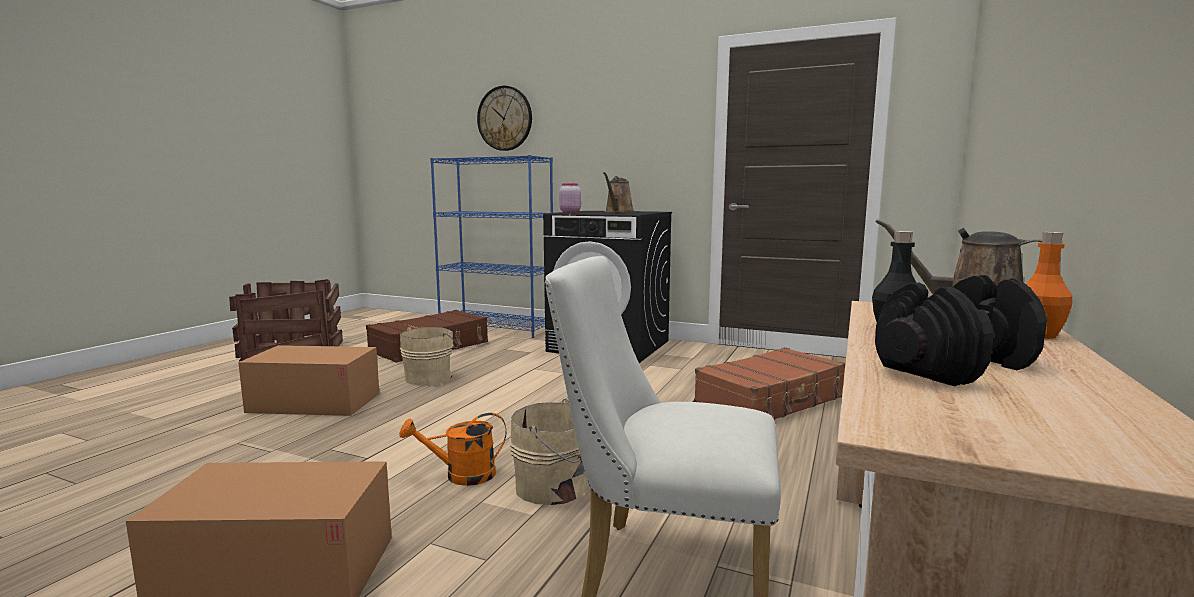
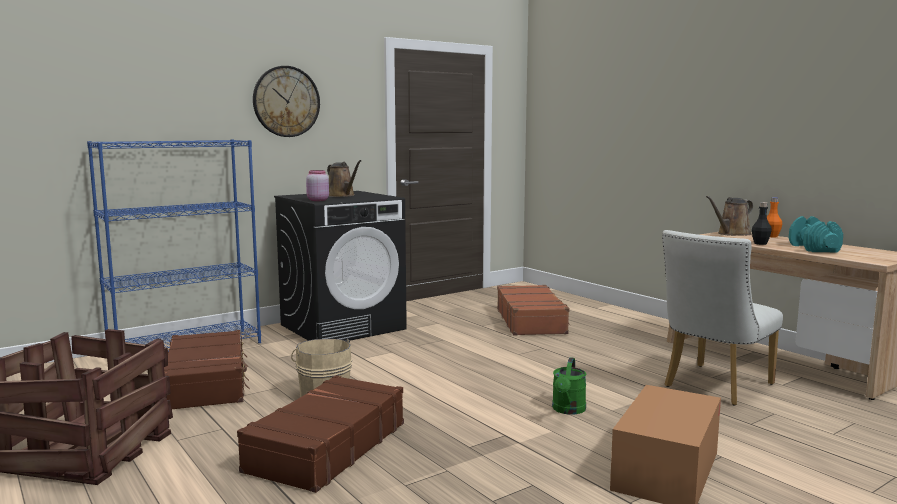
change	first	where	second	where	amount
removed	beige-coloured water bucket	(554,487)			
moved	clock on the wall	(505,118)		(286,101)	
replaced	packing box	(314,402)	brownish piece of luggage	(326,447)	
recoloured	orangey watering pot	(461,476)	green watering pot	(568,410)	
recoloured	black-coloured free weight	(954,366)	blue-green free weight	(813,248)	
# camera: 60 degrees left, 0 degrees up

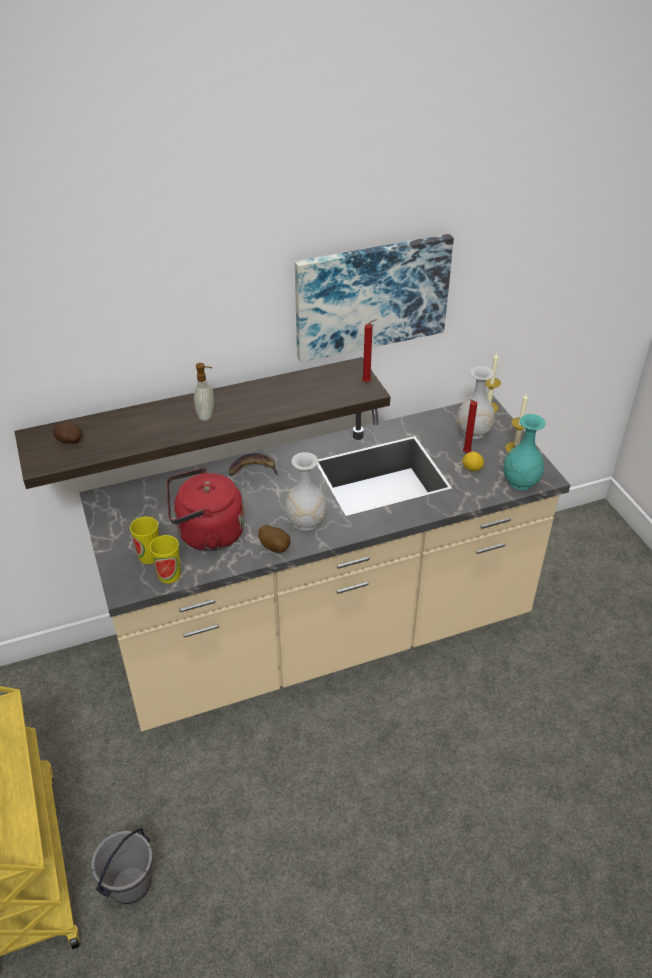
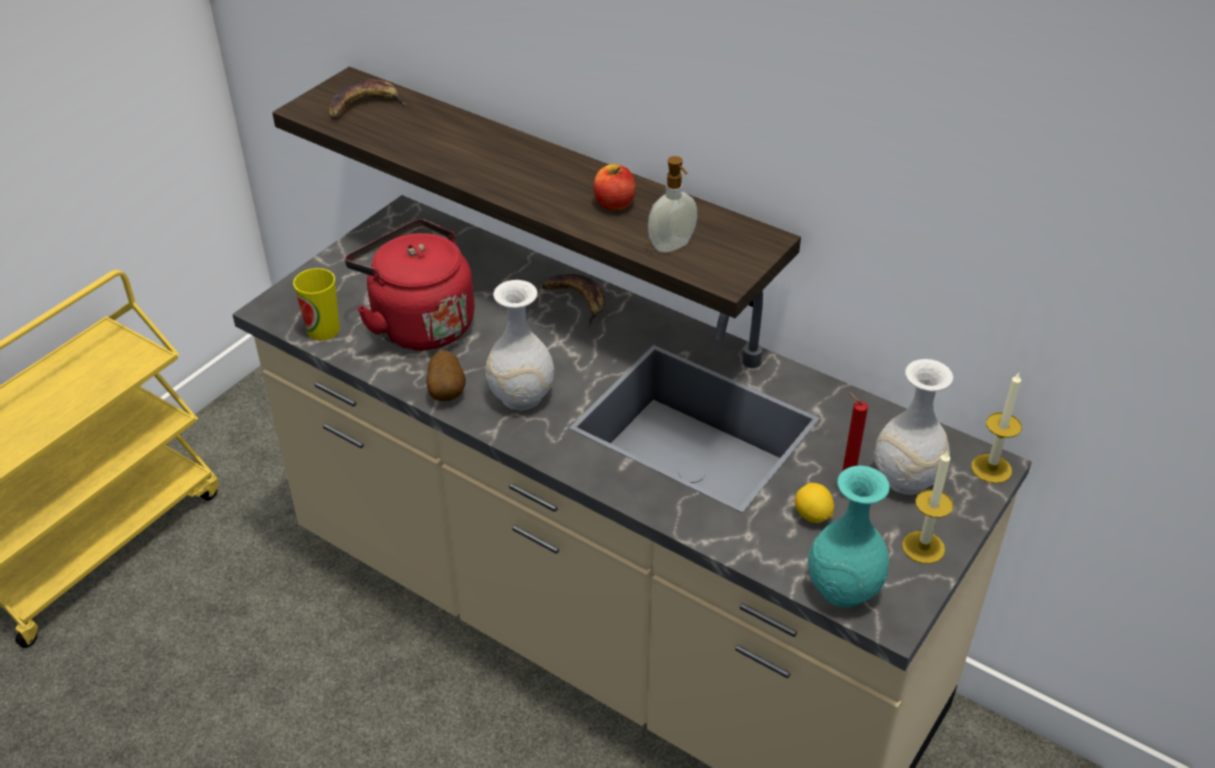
change	first	where	second	where	amount
removed	grey water bucket	(130,885)			
removed	drinking cup	(149,556)			
removed	wall picture	(371,296)			
removed	red wax light	(368,382)			
added			apple	(614,203)	
moved	soap dispenser	(206,415)		(672,246)	
replaced	spud	(69,441)	whole banana	(365,106)	
# camera: 55 degrees right, 0 degrees up

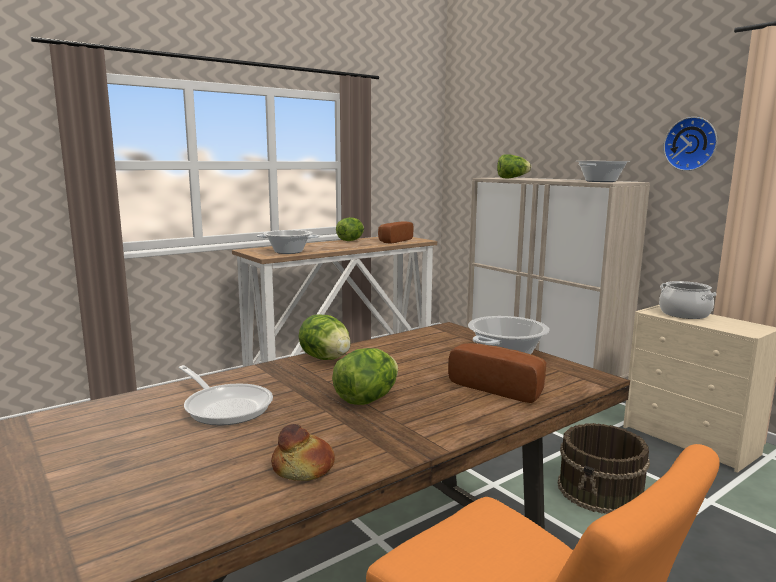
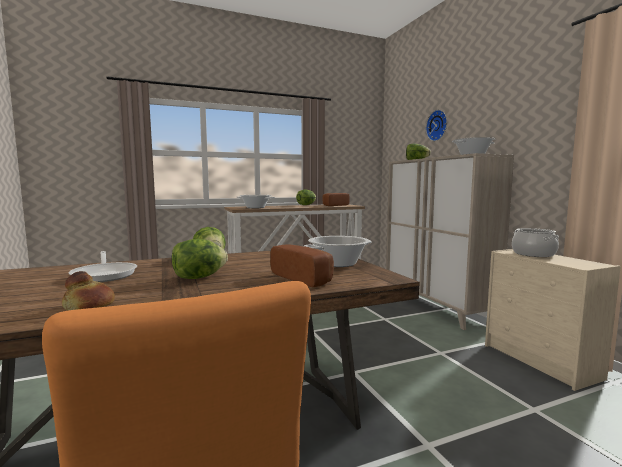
change	first	where	second	where	amount
removed	brownish water bucket	(601,490)			
moved	clock on the wall	(691,144)		(438,125)	
# camera: 15 degrees right, 5 degrees down

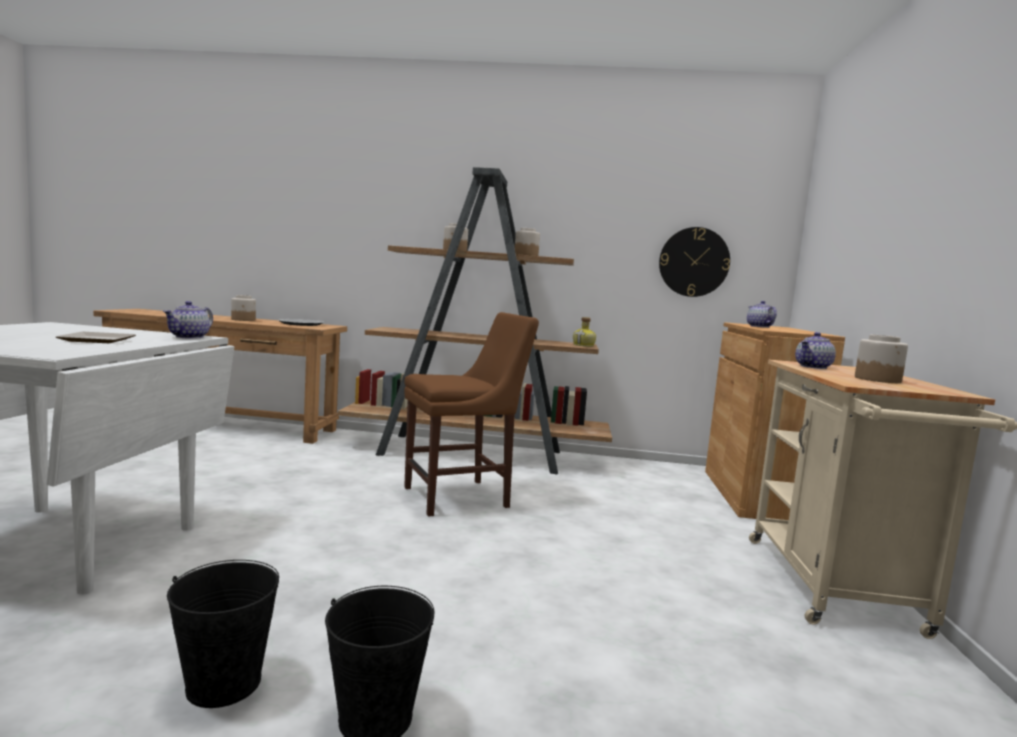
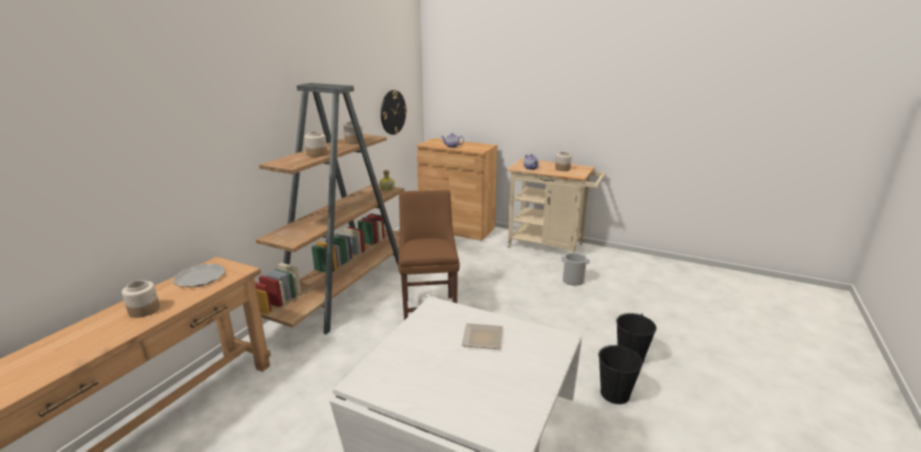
change	first	where	second	where	amount
removed	pot for tea	(189,337)			
added			water bucket	(573,280)	
# camera: 70 degrees left, 15 degrees up

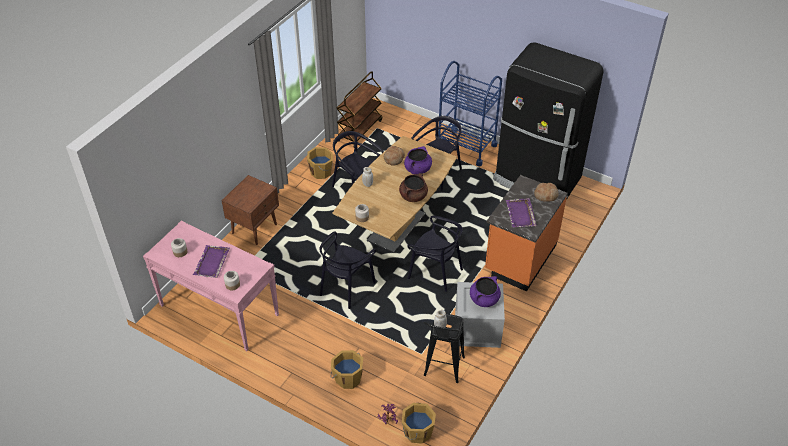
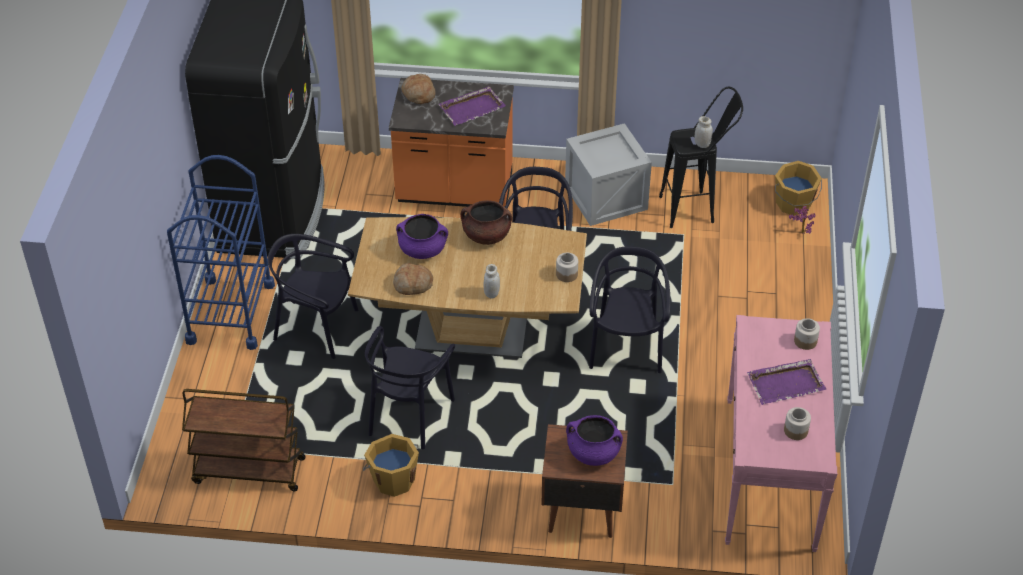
change	first	where	second	where	amount
removed	orangey water bucket	(347,378)			
moved	purple saucepot	(484,299)		(593,453)	
turned	black-coloured chair	(346,287)		(626,347)	90 degrees counterclockwise
# camera: 115 degrees left, 0 degrees up

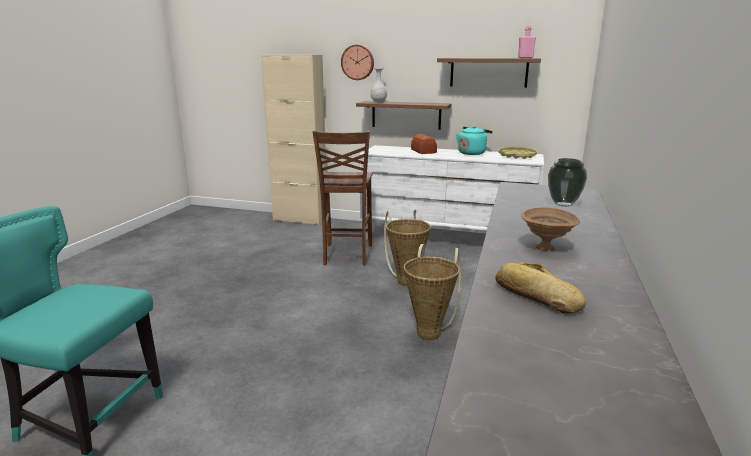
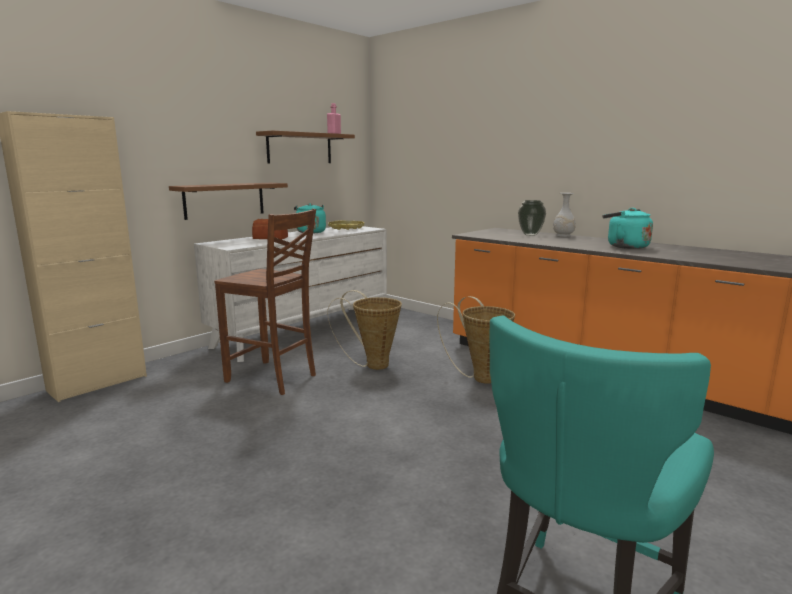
change	first	where	second	where	amount
removed	clock on the wall	(358,62)			
removed	bakery bread	(535,296)			
moved	whitish flower vase	(378,102)		(563,235)	
replaced	brownish serving bowl	(546,248)	blue-green kettle	(624,246)	
# camera: 65 degrees left, 5 degrees down

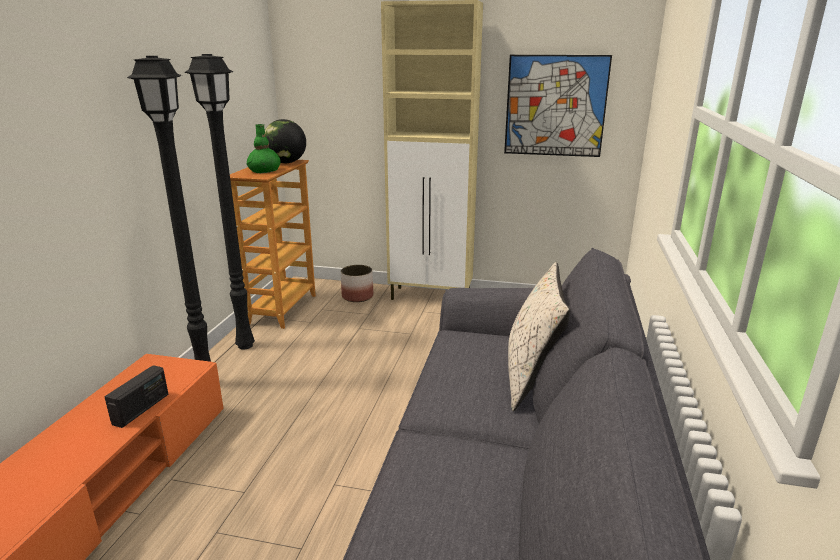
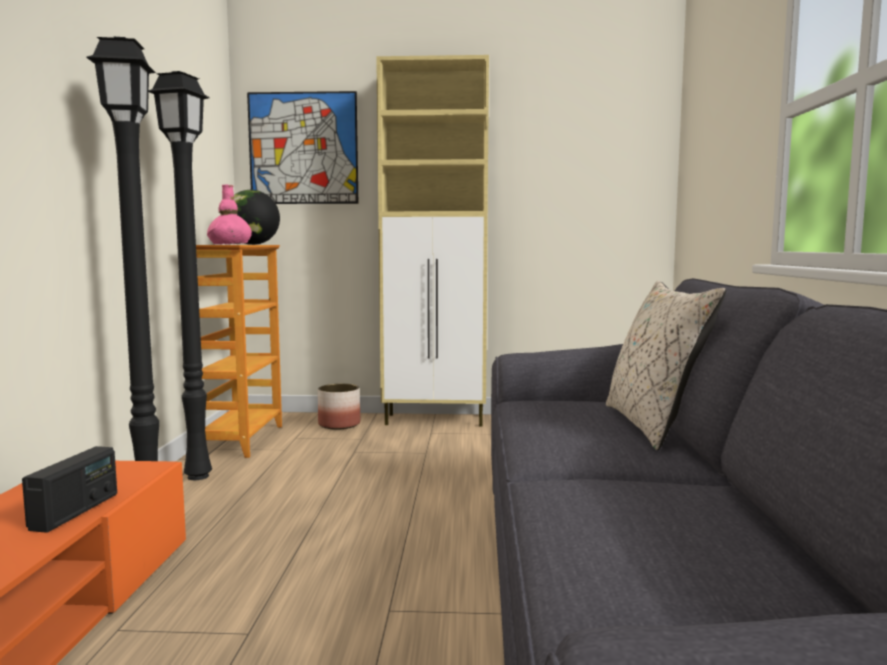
change	first	where	second	where	amount
moved	wall picture	(555,106)		(303,148)	
recoloured	green flower vase	(264,171)	pinkish flower vase	(230,244)	
# camera: 10 degrees left, 15 degrees down

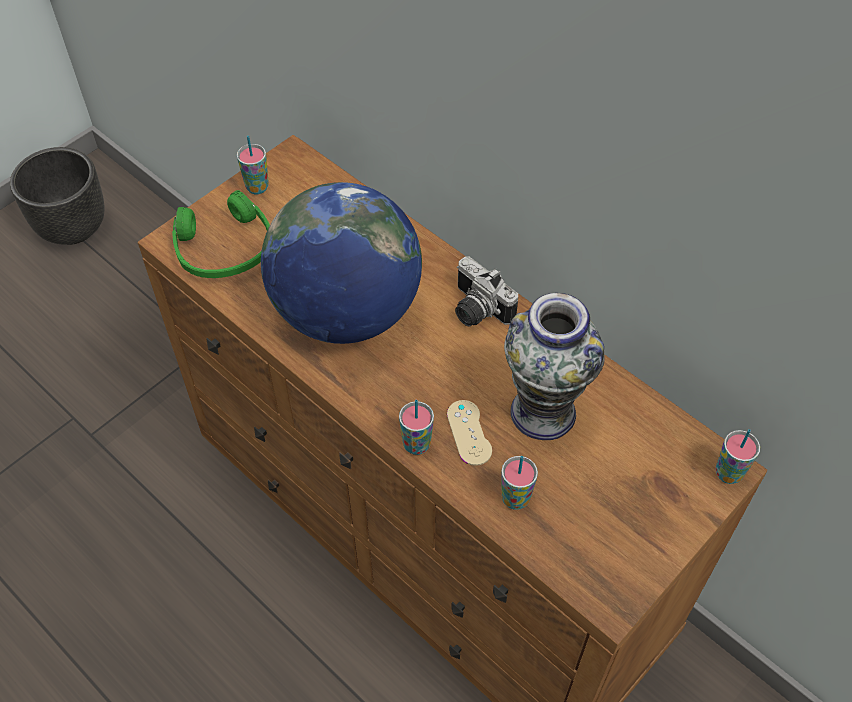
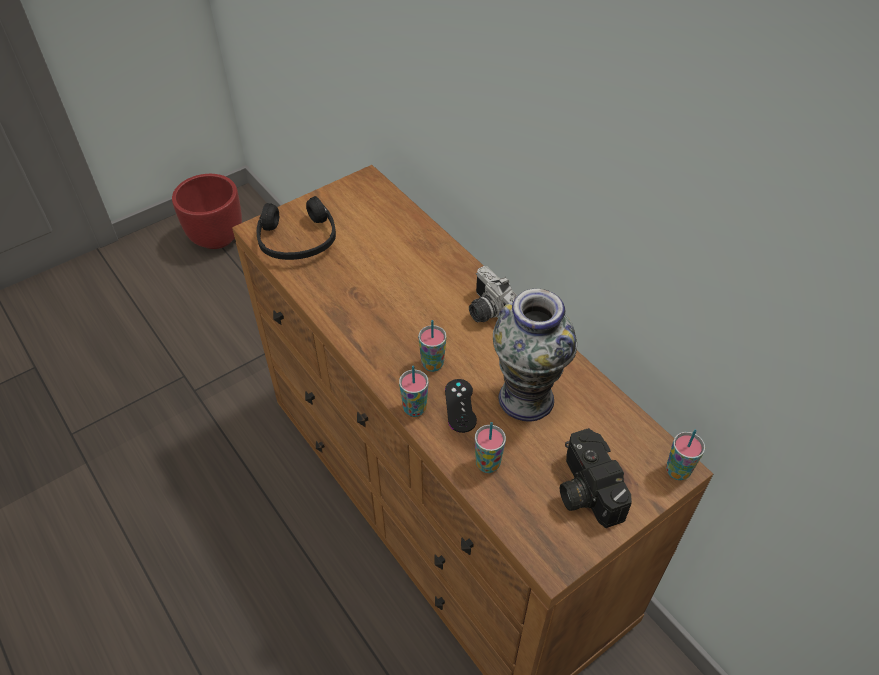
change	first	where	second	where	amount
removed	globe	(346,312)			
added			photo camera	(584,490)	
moved	drinking cup	(257,187)		(432,364)	
recoloured	black-coloured planter	(72,227)	red planter	(216,237)	
recoloured	green headphones	(224,248)	black-coloured headphones	(297,239)	
recoloured	beige-coloured gamepad	(469,432)	black-coloured gamepad	(460,405)	
# camera: 10 degrees right, 5 degrees down

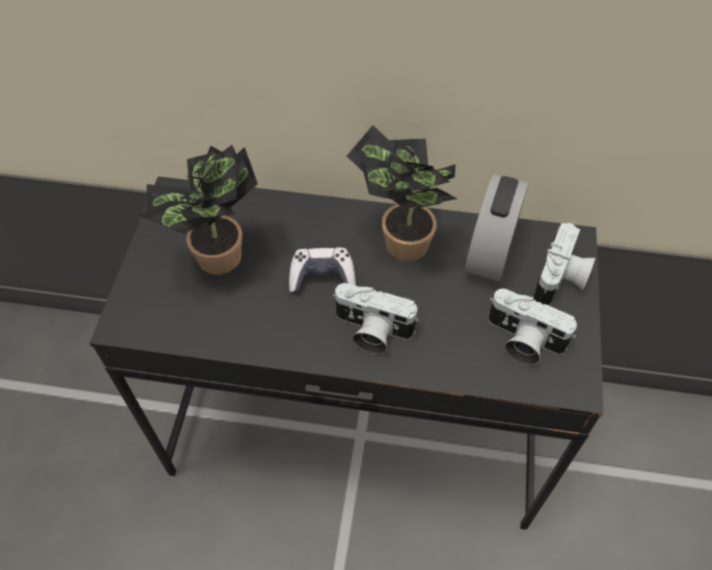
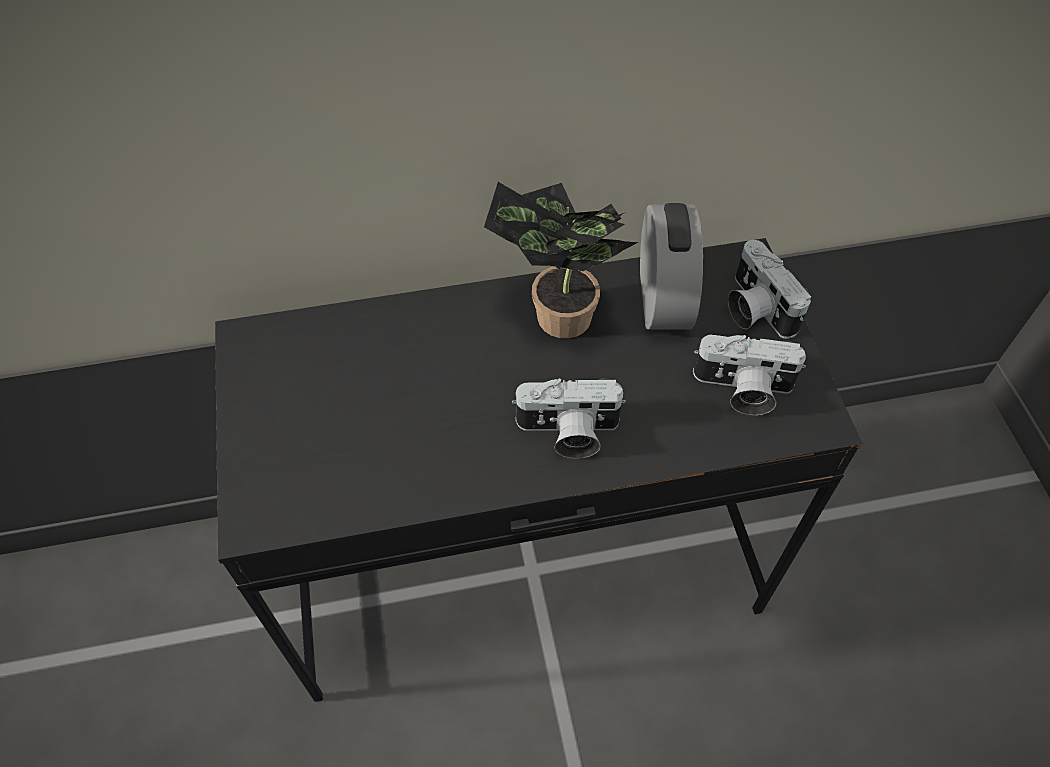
change	first	where	second	where	amount
removed	houseplant	(217,262)			
removed	gamepad	(322,277)			
turned	photo camera	(561,280)		(754,308)	150 degrees clockwise
# camera: 20 degrees left, 0 degrees up

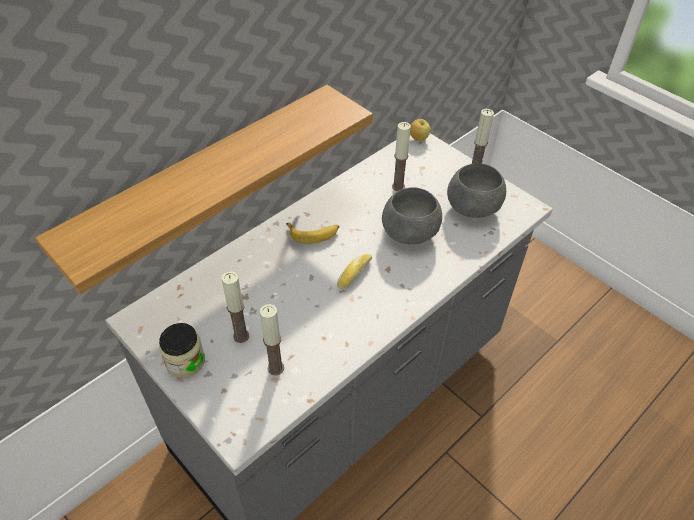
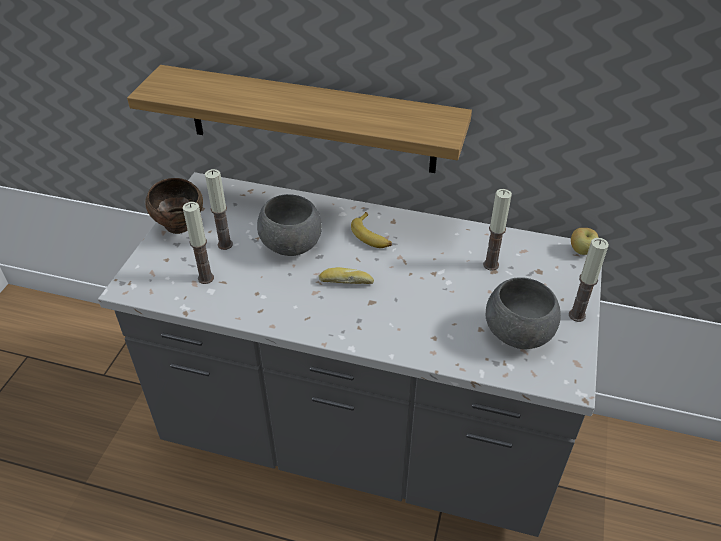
change	first	where	second	where	amount
moved	grey serving bowl	(410,235)		(290,247)	
replaced	preserve jar	(185,361)	brownish serving bowl	(181,227)	
# camera: 60 degrees right, 5 degrees down

